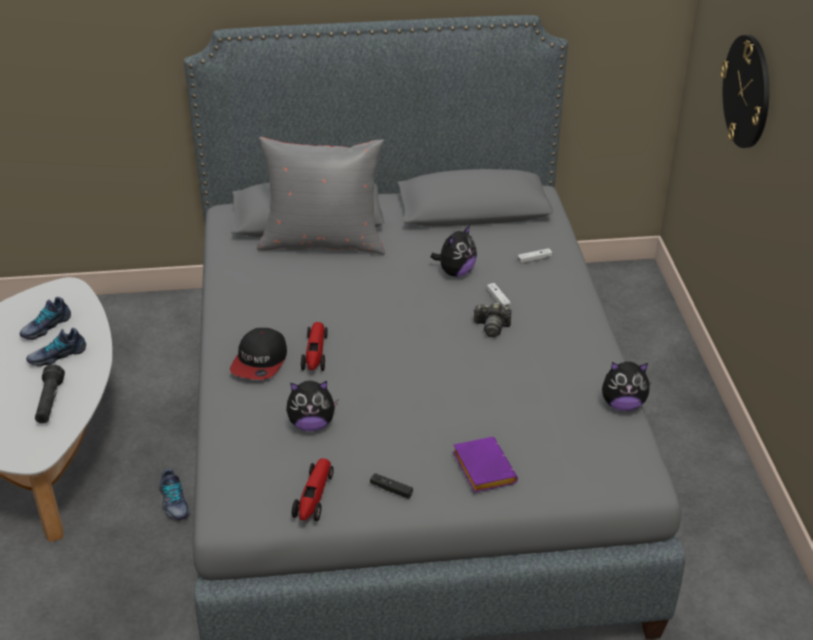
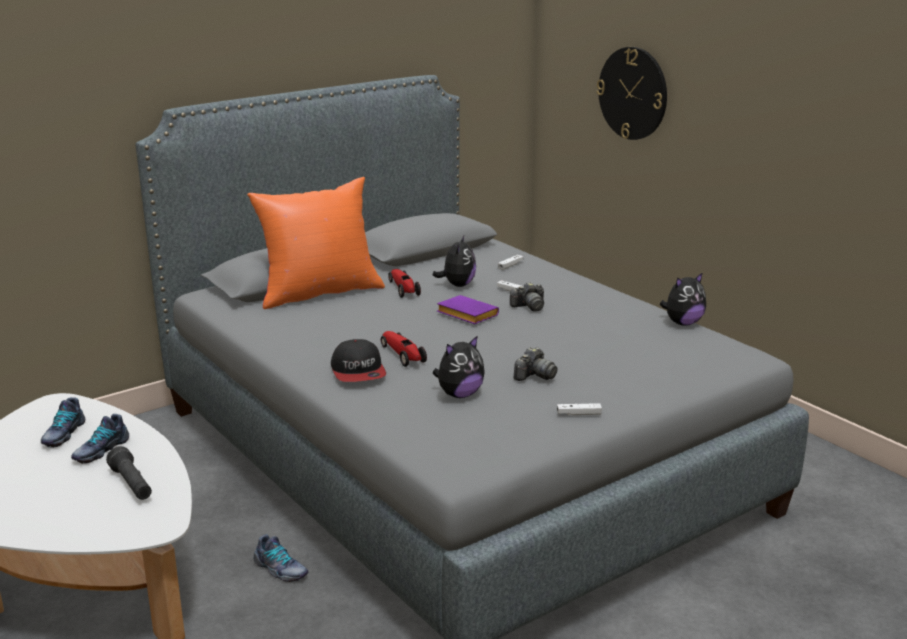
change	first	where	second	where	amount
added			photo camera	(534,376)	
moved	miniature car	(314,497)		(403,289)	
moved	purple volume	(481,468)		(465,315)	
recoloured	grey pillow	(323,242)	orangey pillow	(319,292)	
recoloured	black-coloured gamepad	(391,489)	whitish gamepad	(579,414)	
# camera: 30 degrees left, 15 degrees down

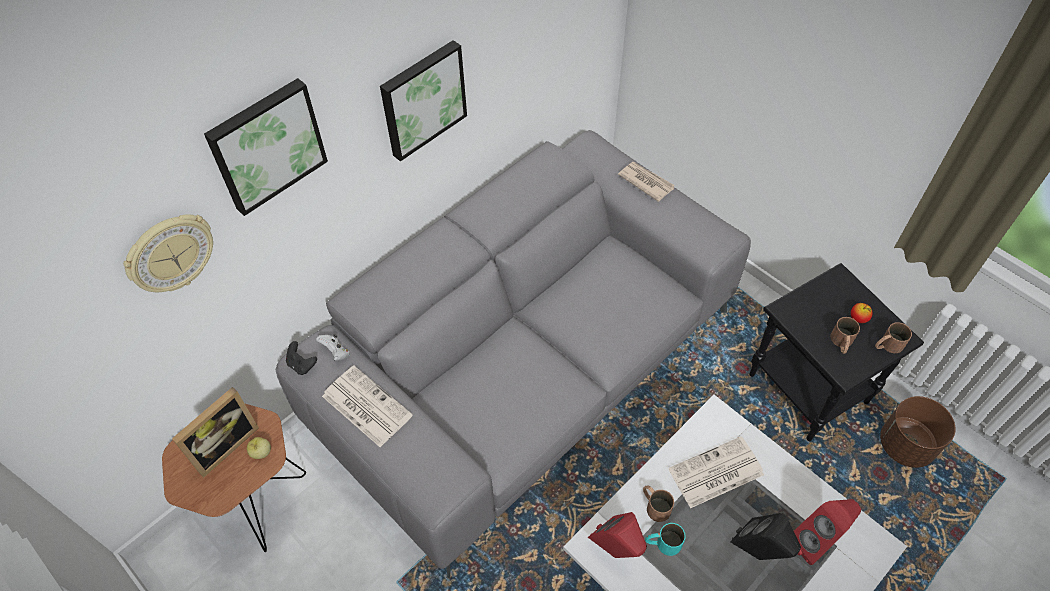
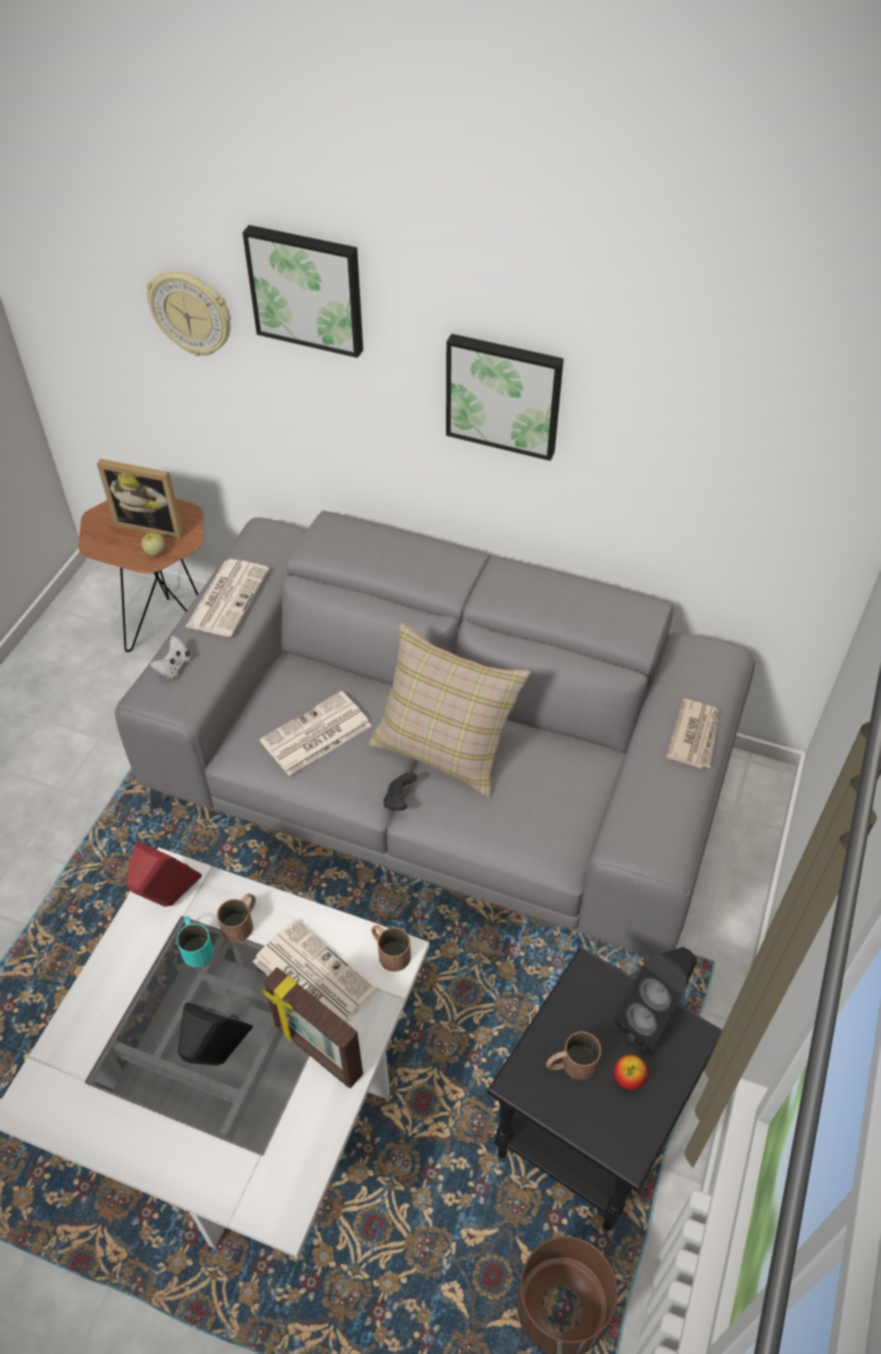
change	first	where	second	where	amount
removed	red loudspeaker	(816,541)			
added			printed paper	(315,735)	
added			photo frame	(317,1051)	
added			beige-coloured pillow	(445,746)	
added			black-coloured loudspeaker	(652,1018)	
moved	black-coloured gamepad	(302,365)		(399,800)	
moved	whitish gamepad	(336,352)		(174,667)	
moved	brownish tea mug	(887,345)		(389,951)	
# camera: 65 degrees right, 5 degrees down

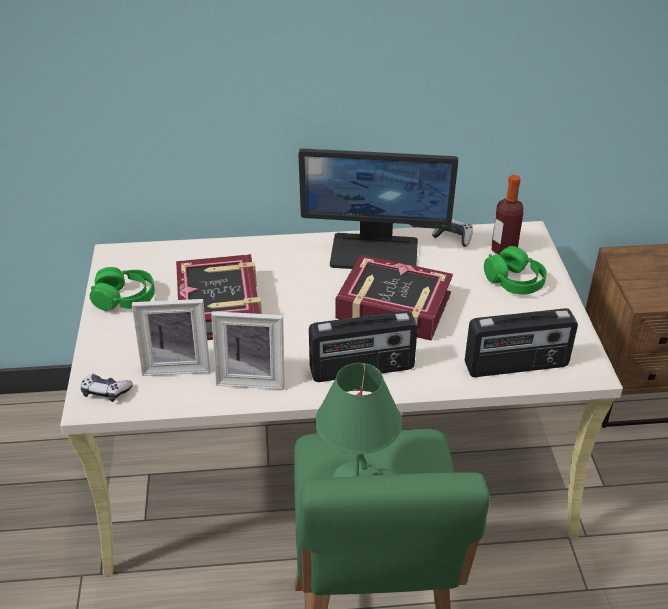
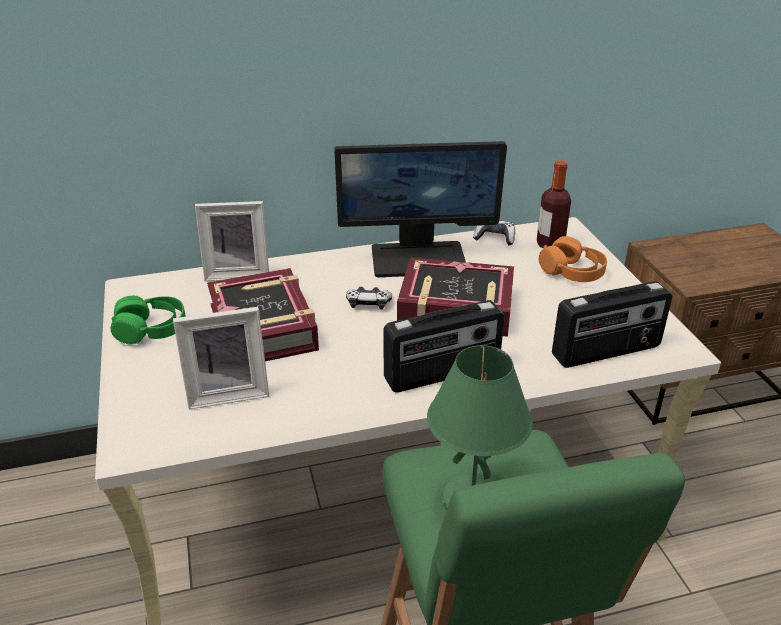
change	first	where	second	where	amount
moved	gamepad	(106,392)		(368,304)	
moved	photo frame	(252,377)		(238,273)	
recoloured	green headphones	(514,281)	orangey headphones	(572,272)	
# camera: 10 degrees left, 5 degrees down

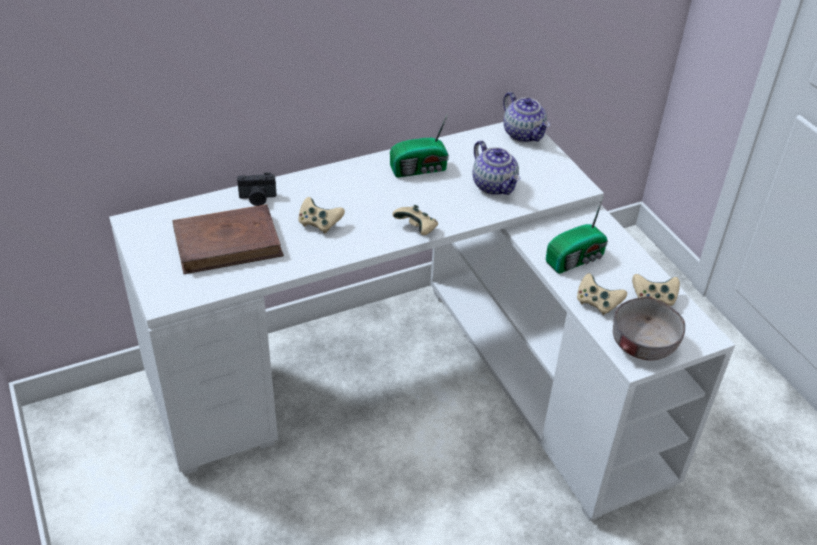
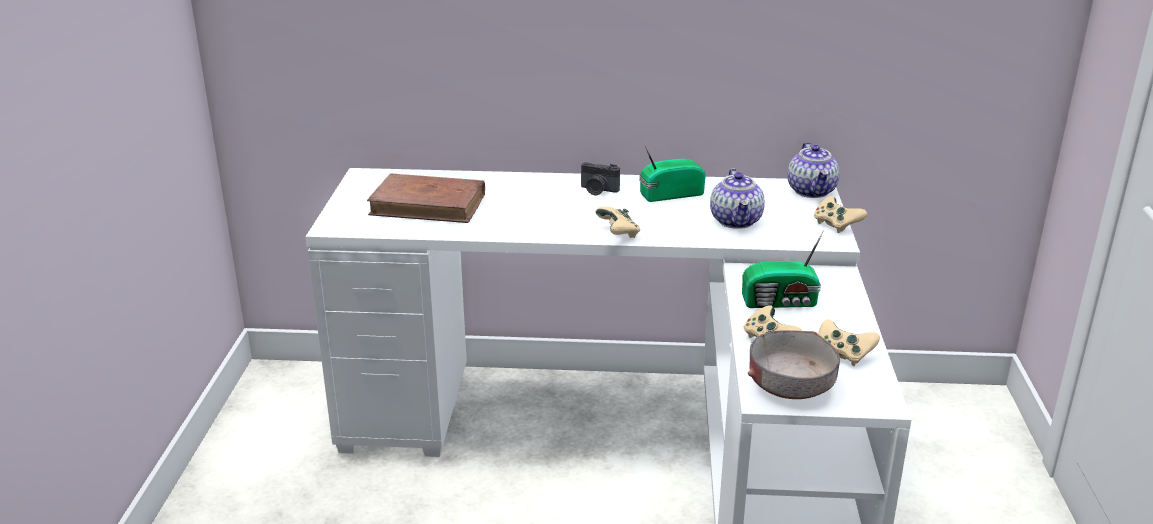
change	first	where	second	where	amount
moved	photo camera	(257,198)		(598,190)	
moved	beige-coloured gamepad	(319,224)		(836,225)	
turned	radio receiver	(420,169)		(669,194)	150 degrees clockwise
# camera: 30 degrees right, 15 degrees down

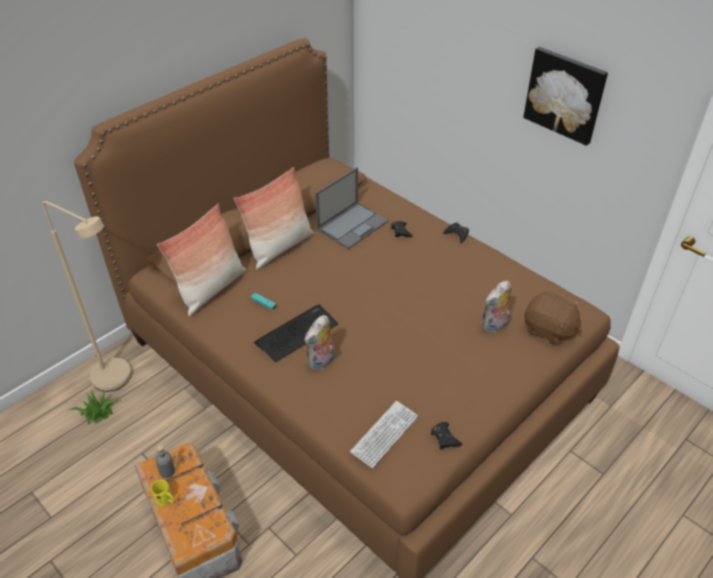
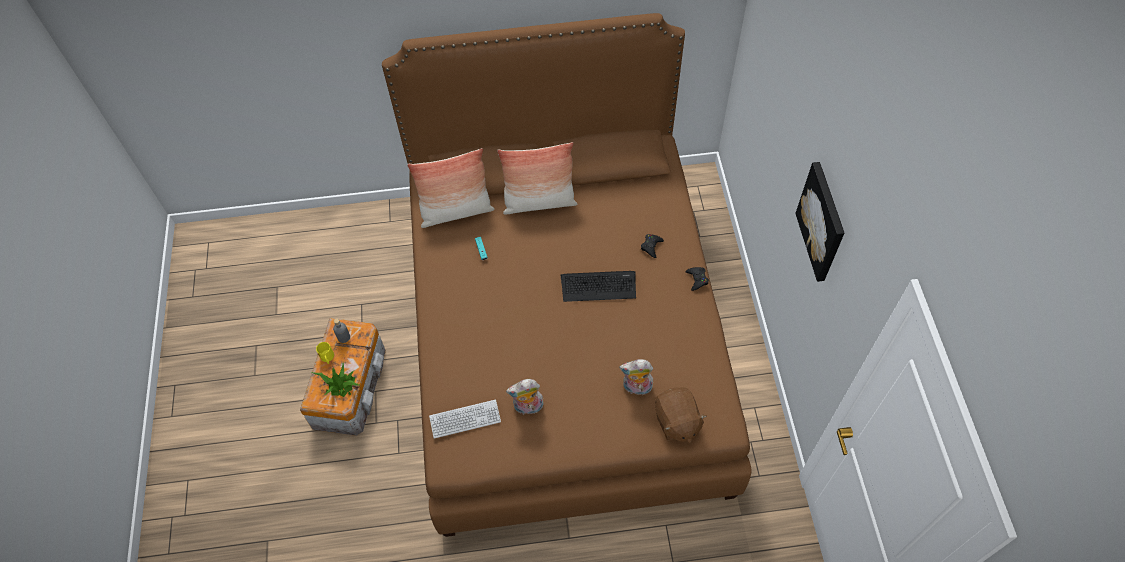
change	first	where	second	where	amount
removed	beige-coloured standing lamp	(120,381)			
removed	laptop	(353,225)			
removed	black-coloured gamepad	(445,438)			
moved	houseplant	(97,412)		(340,384)	
moved	keyboard	(297,333)		(598,286)	
moved	plush toy	(321,362)		(528,408)	
# camera: 40 degrees right, 15 degrees up

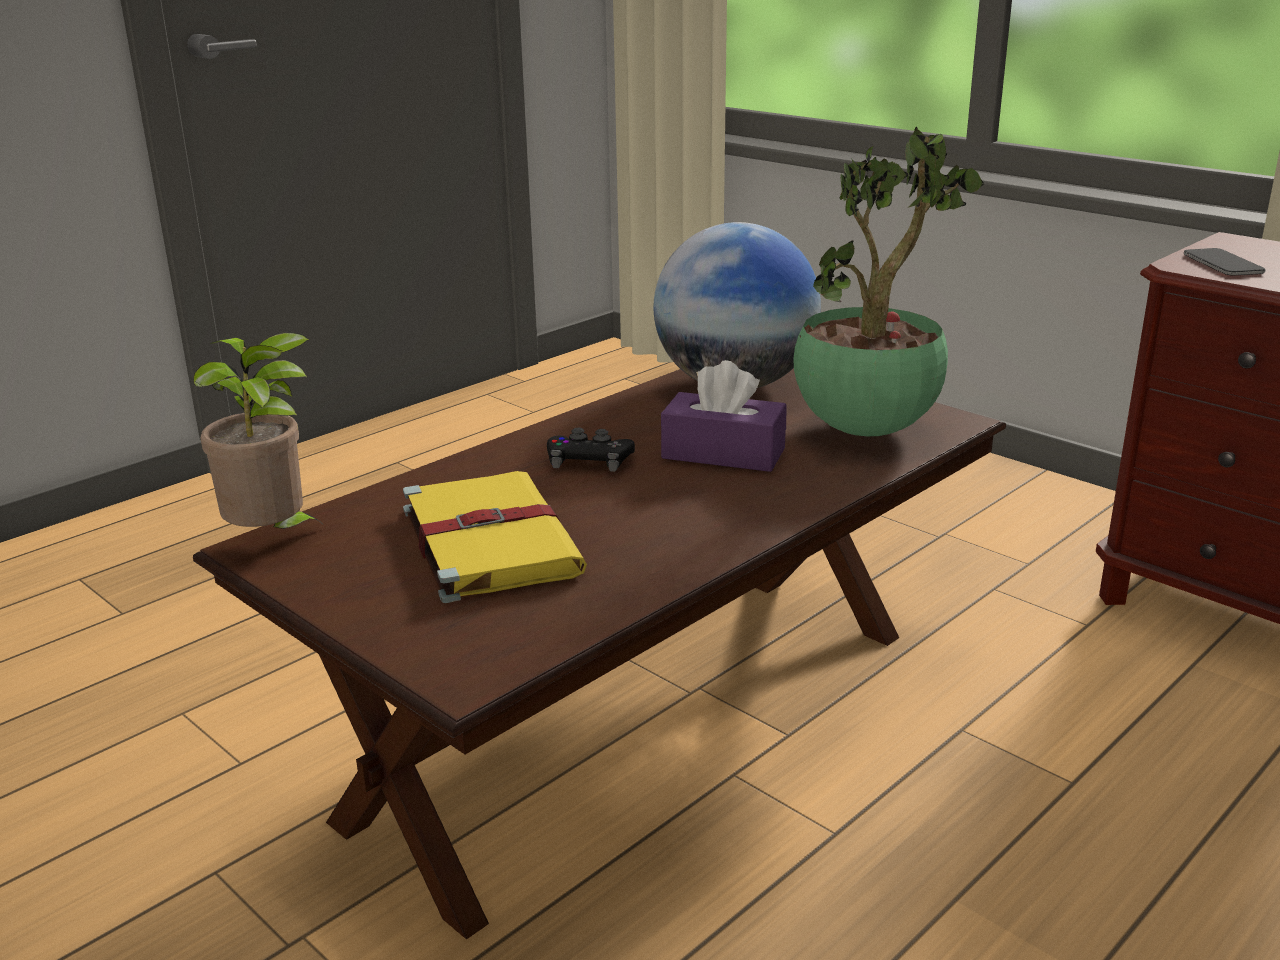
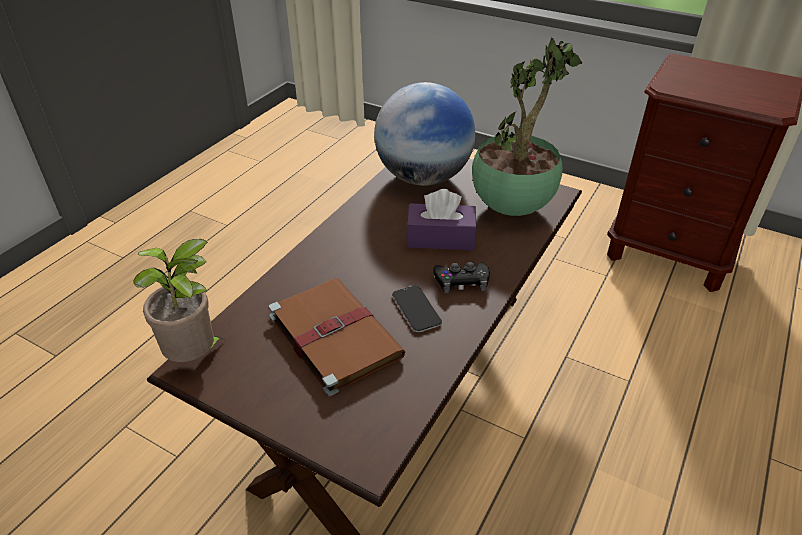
change	first	where	second	where	amount
moved	black-coloured gamepad	(589,460)		(461,281)	
moved	handset	(1222,264)		(416,309)	
recoloured	yellow-coloured volume	(488,539)	brownish volume	(333,335)	
# camera: 15 degrees left, 15 degrees up

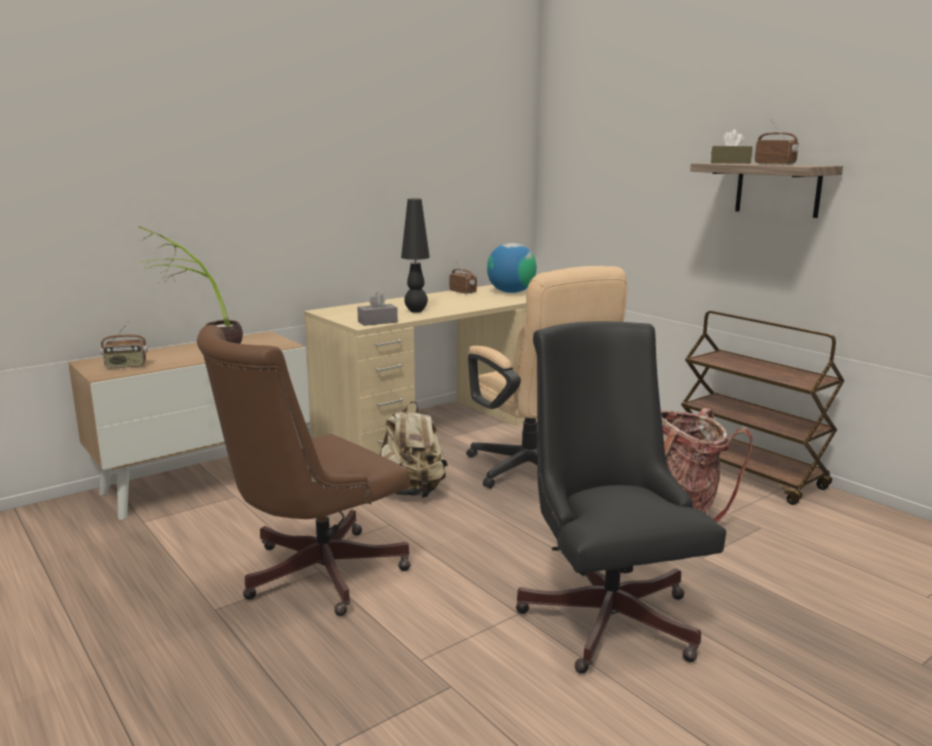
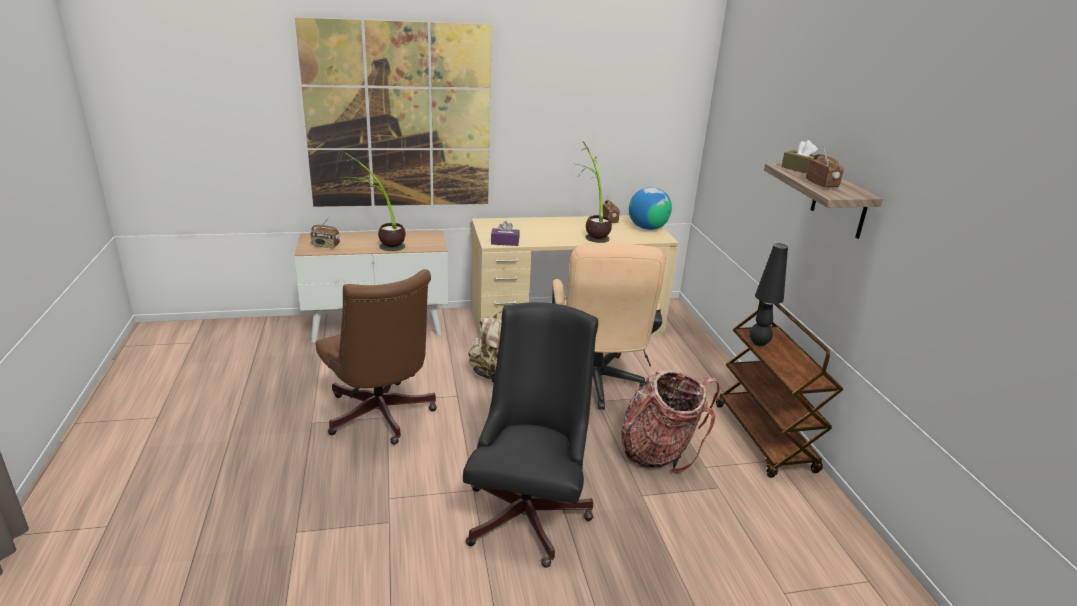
change	first	where	second	where	amount
added			wall picture	(399,118)	
added			houseplant	(591,232)	
moved	black-coloured tabletop lamp	(416,311)		(759,343)	
recoloured	grey tissue holder	(377,322)	purple tissue holder	(505,242)	
turned	brownish office chair	(312,575)		(380,418)	105 degrees counterclockwise
# camera: 25 degrees right, 10 degrees up

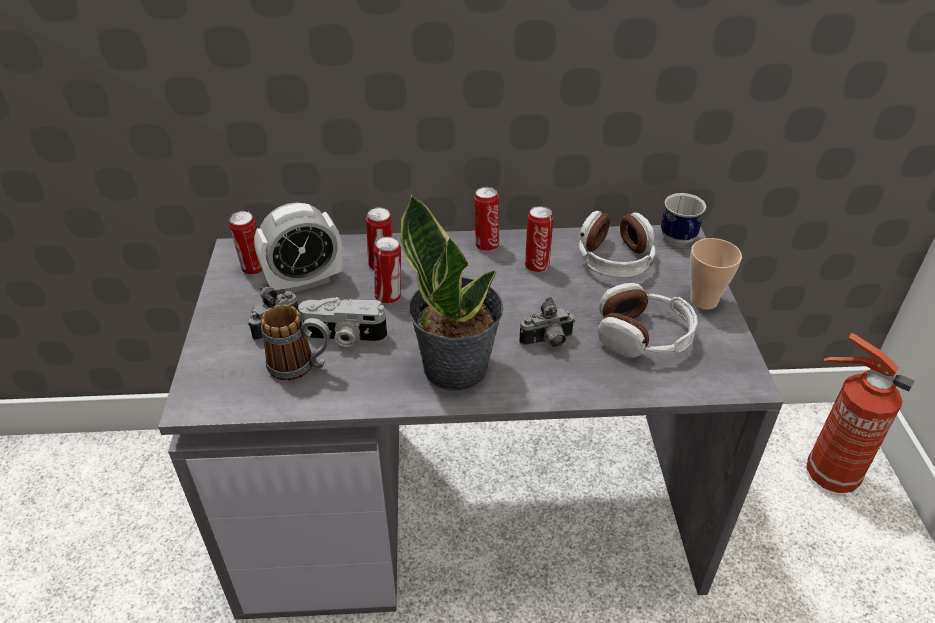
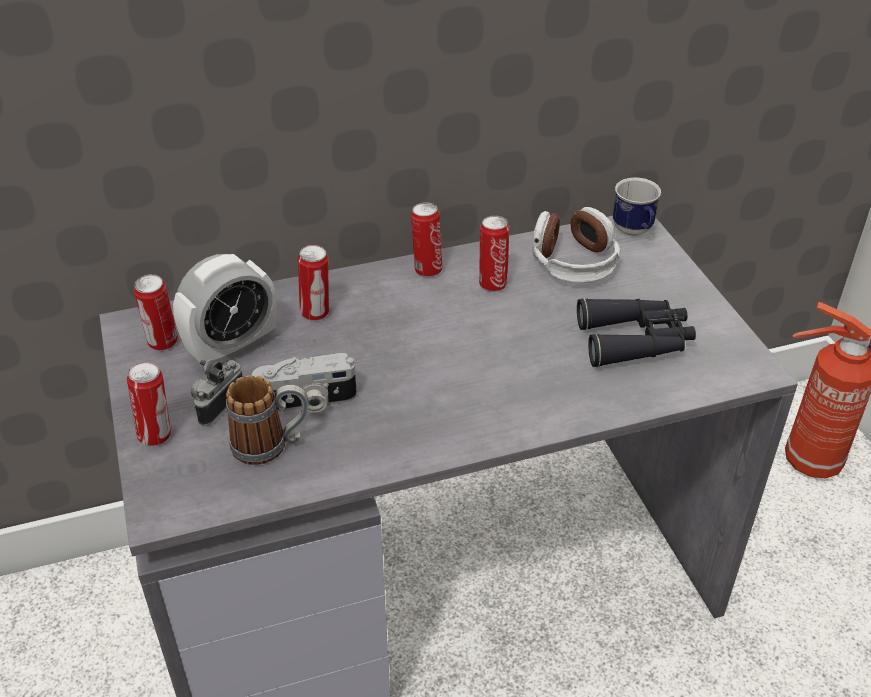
change	first	where	second	where	amount
removed	houseplant	(456,366)			
removed	photo camera	(547,342)			
removed	drinking cup	(703,301)			
moved	can	(389,297)		(156,435)	
replaced	headphones	(643,335)	black-coloured binoculars	(635,341)	
# camera: 15 degrees left, 0 degrees up

